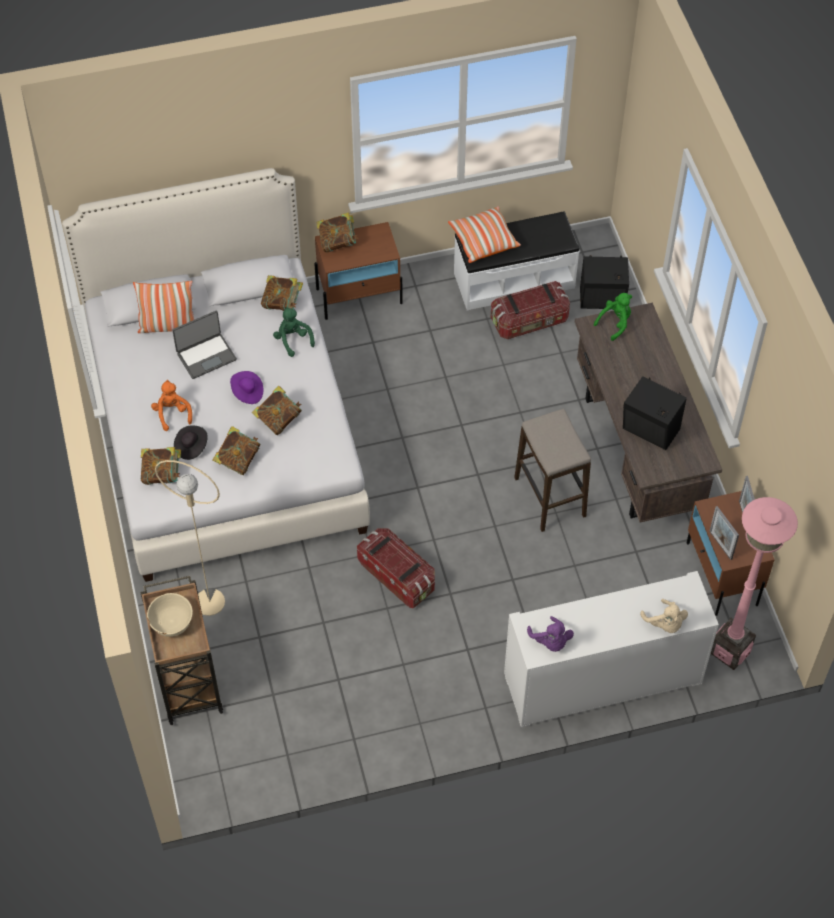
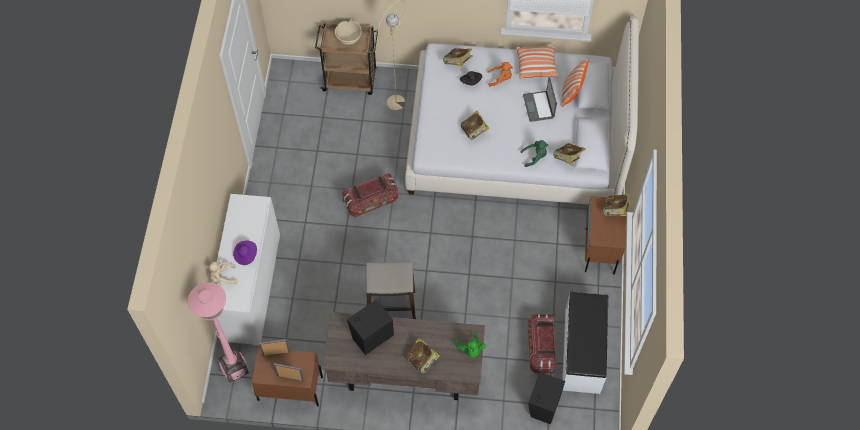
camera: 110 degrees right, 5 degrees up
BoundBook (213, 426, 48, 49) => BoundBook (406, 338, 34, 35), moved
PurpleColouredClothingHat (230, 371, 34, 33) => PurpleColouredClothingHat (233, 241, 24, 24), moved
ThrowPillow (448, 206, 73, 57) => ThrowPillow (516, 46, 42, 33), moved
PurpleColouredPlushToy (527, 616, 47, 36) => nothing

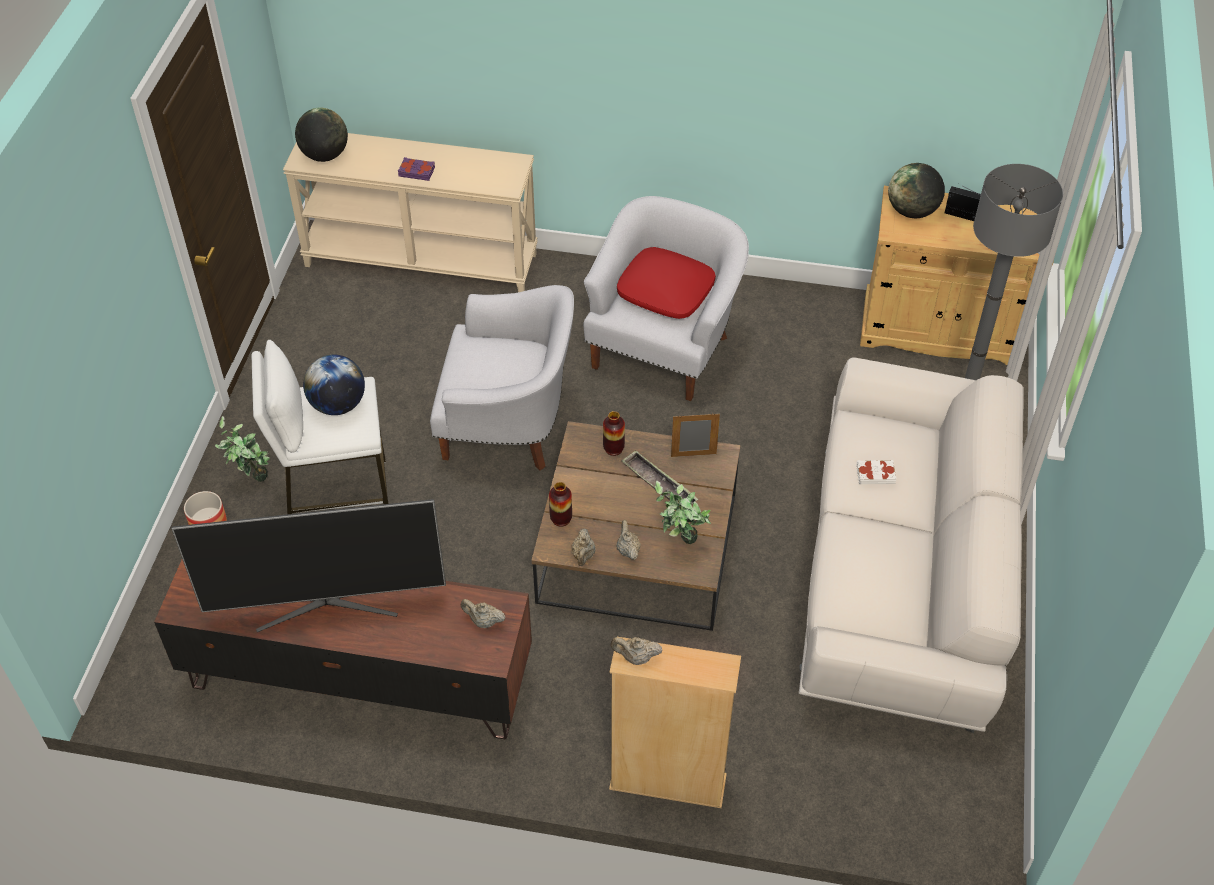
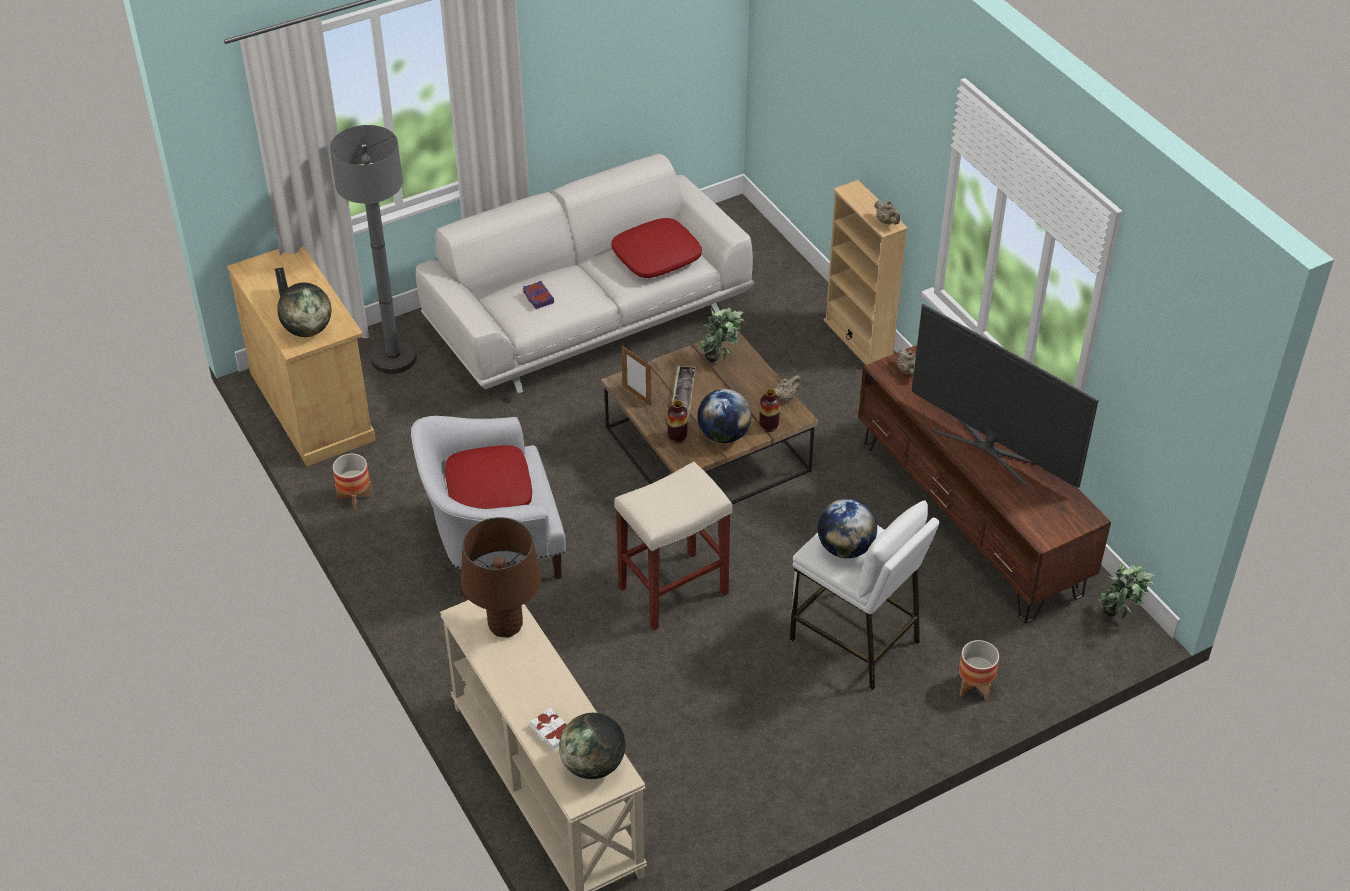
camera: 130 degrees left, 5 degrees down
PottedPlant (215, 416, 55, 66) => PottedPlant (1098, 562, 57, 57), moved
PurpleColouredBoundBook (398, 157, 37, 24) => PurpleColouredBoundBook (523, 281, 31, 28), moved
WhiteArmchair (430, 285, 144, 186) => BeigeColouredStoolSeat (614, 462, 118, 168)
BeigeColouredTeaPot (616, 520, 25, 40) => nothing
WhiteBoundBook (856, 460, 40, 24) => WhiteBoundBook (530, 708, 37, 42), moved
nothing => FlowerPot (333, 454, 40, 57)
nothing => BrownishTableLamp (461, 517, 80, 121)
nothing => RedColouredThrowPillow (611, 218, 91, 60)
nothing => WorldGlobe (697, 389, 54, 54)

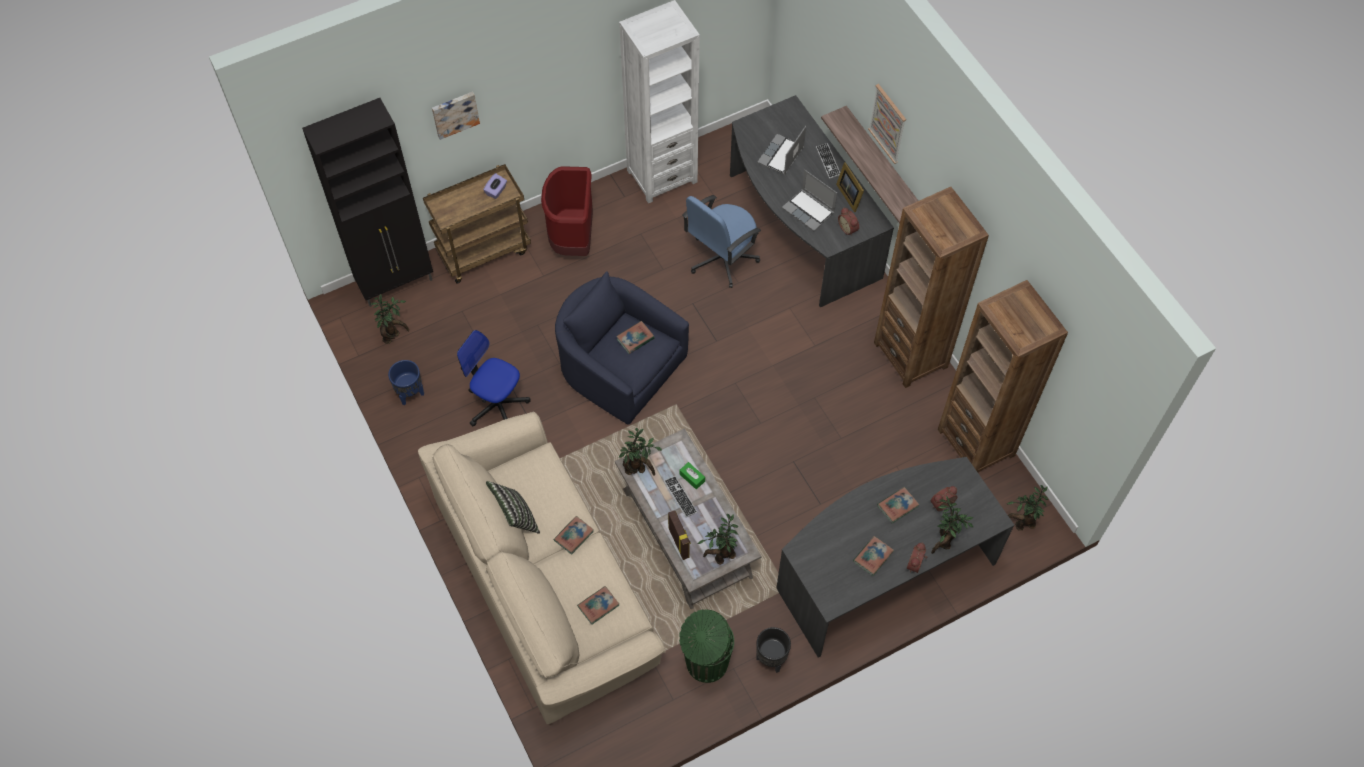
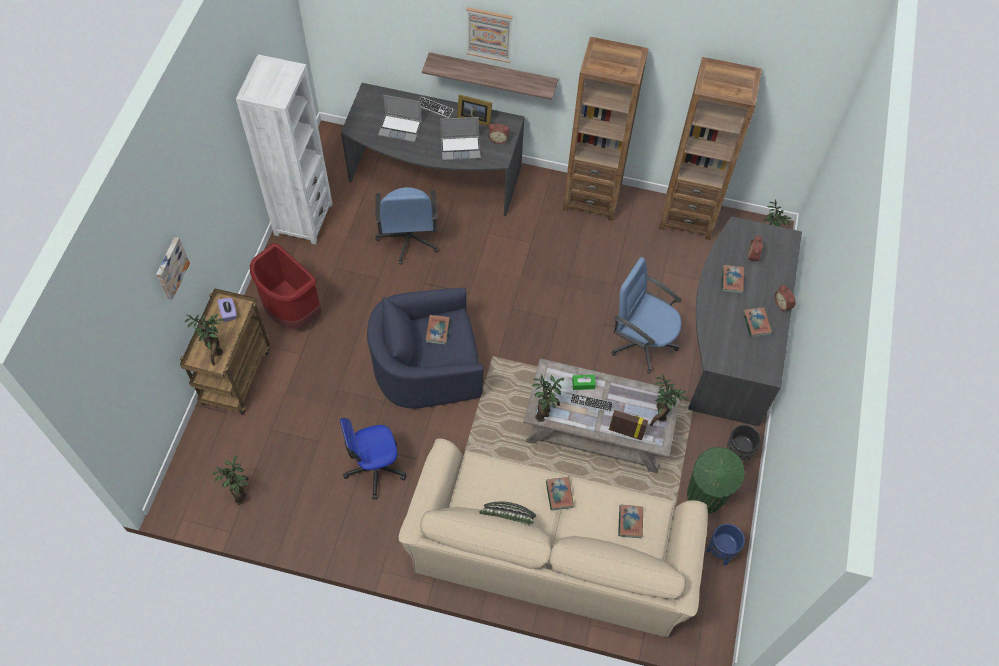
camera: 50 degrees left, 0 degrees up
BlackStorageCabinet (302, 98, 131, 209) => nothing
BluishFlowerPot (388, 360, 36, 45) => BluishFlowerPot (706, 524, 39, 42), moved
Laptop (757, 126, 49, 49) => Laptop (378, 95, 44, 48), 60 degrees counterclockwise
PottedPlant (931, 496, 43, 58) => PottedPlant (184, 314, 40, 52), moved
nothing => BluishDeskChair (612, 257, 70, 117)

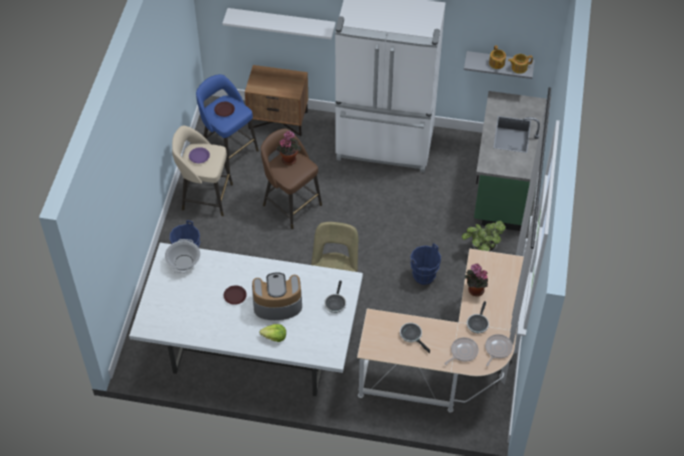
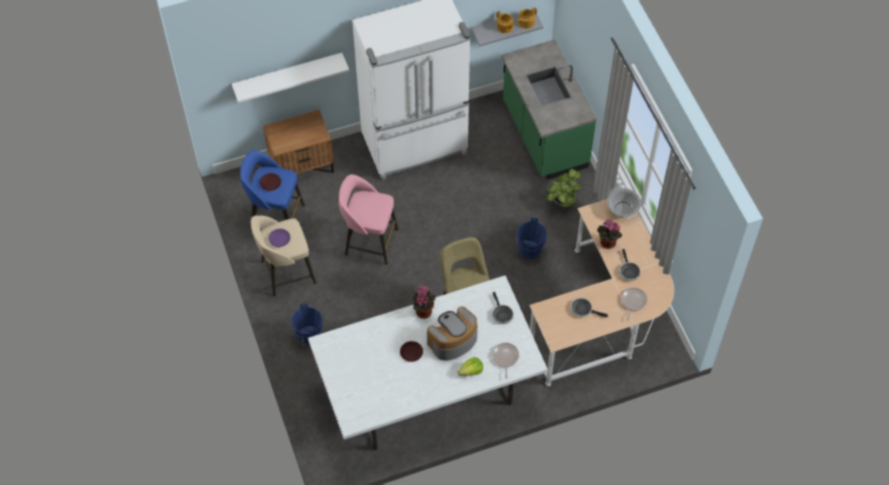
camera: 30 degrees left, 5 degrees up
Saucepot (165, 239, 35, 34) => Saucepot (607, 187, 34, 33), moved
BrownishStoolSeat (261, 128, 61, 101) => PinkStoolSeat (339, 174, 59, 91)
PottedPlant (276, 131, 25, 34) => PottedPlant (412, 285, 24, 34), moved
Skillet (485, 334, 28, 32) => Skillet (492, 343, 27, 36), moved

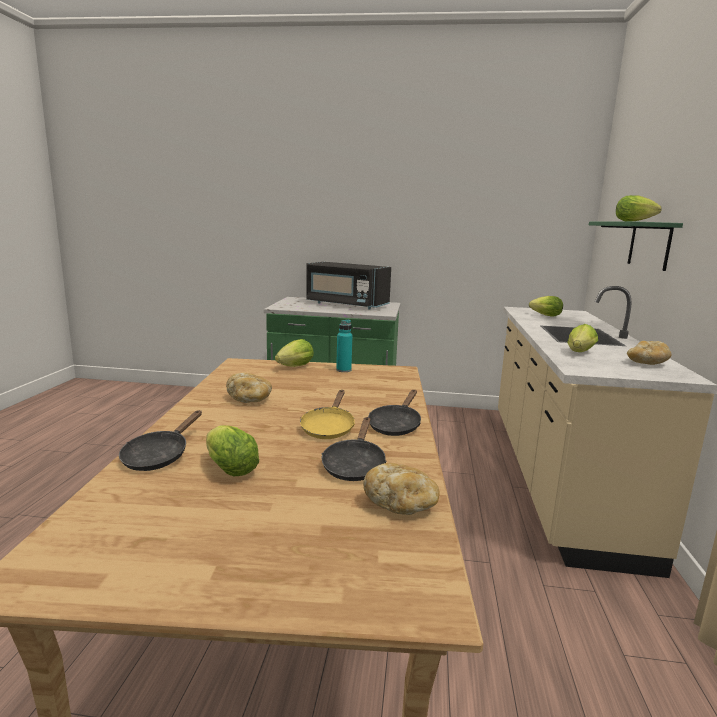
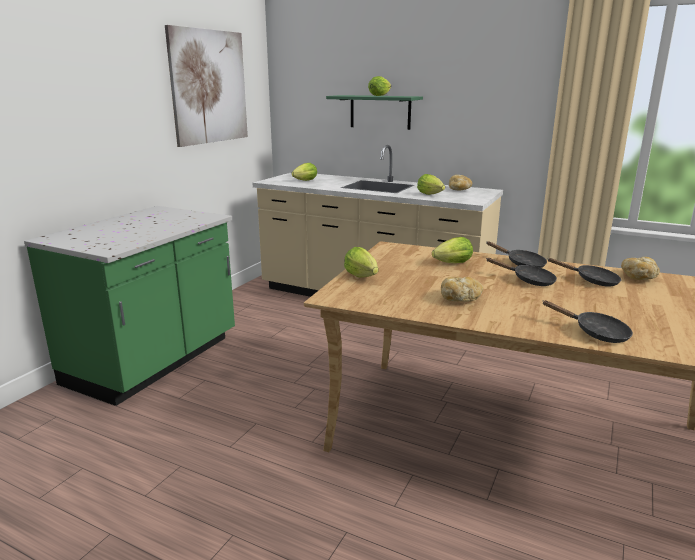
camera: 70 degrees left, 5 degrees up
Lettuce (206, 425, 53, 51) => Lettuce (432, 237, 41, 26), moved
YellowSkillet (300, 390, 55, 49) => BlackSkillet (487, 258, 70, 28)
BlackMicrowaveOven (306, 262, 85, 48) => nothing
BlueGreenDrinkBottle (336, 319, 16, 53) => nothing
nothing => WallPicture (165, 25, 83, 122)

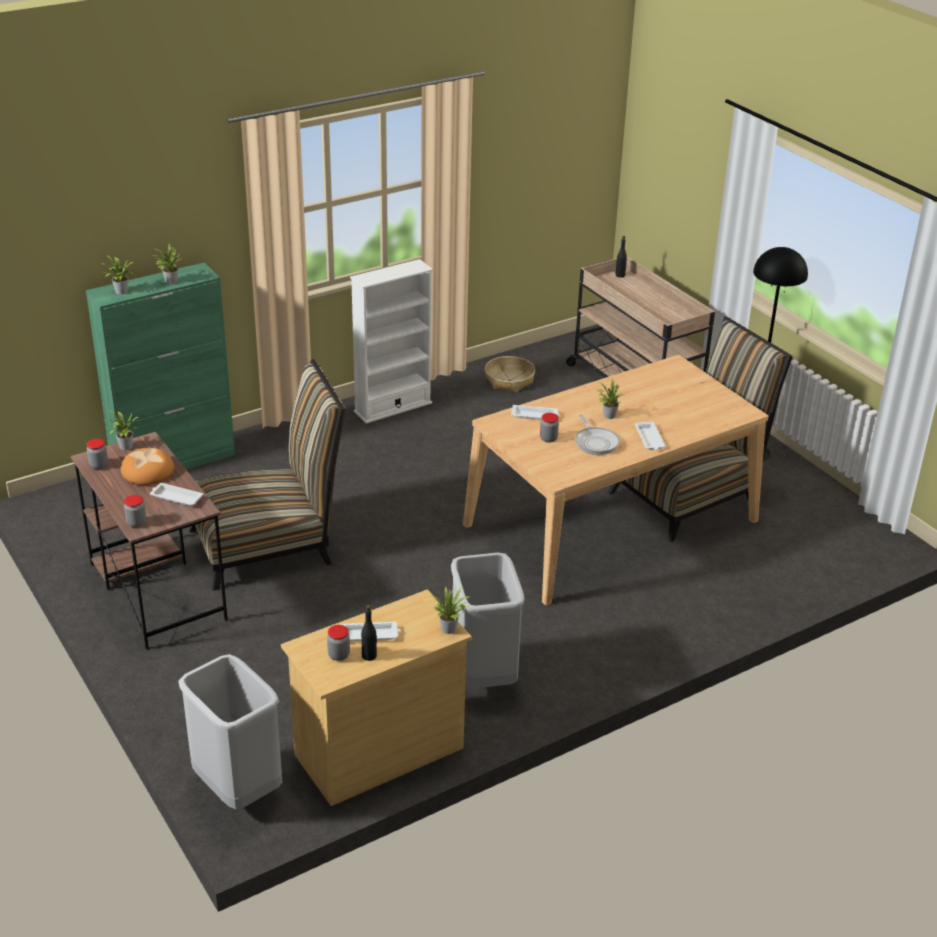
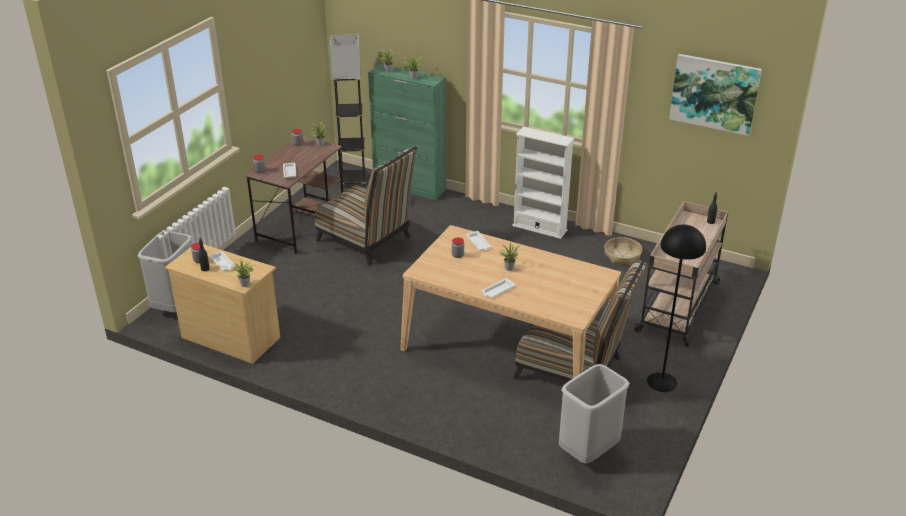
camera: 60 degrees right, 0 degrees up
BakeryBread (121, 448, 53, 37) => nothing
GreyishRubbishBin (451, 553, 74, 136) => GreyishRubbishBin (559, 364, 71, 100), moved
Skillet (575, 414, 45, 41) => nothing
nothing => GreyishStandardLamp (330, 35, 36, 152)
nothing => WallPicture (669, 54, 93, 82)

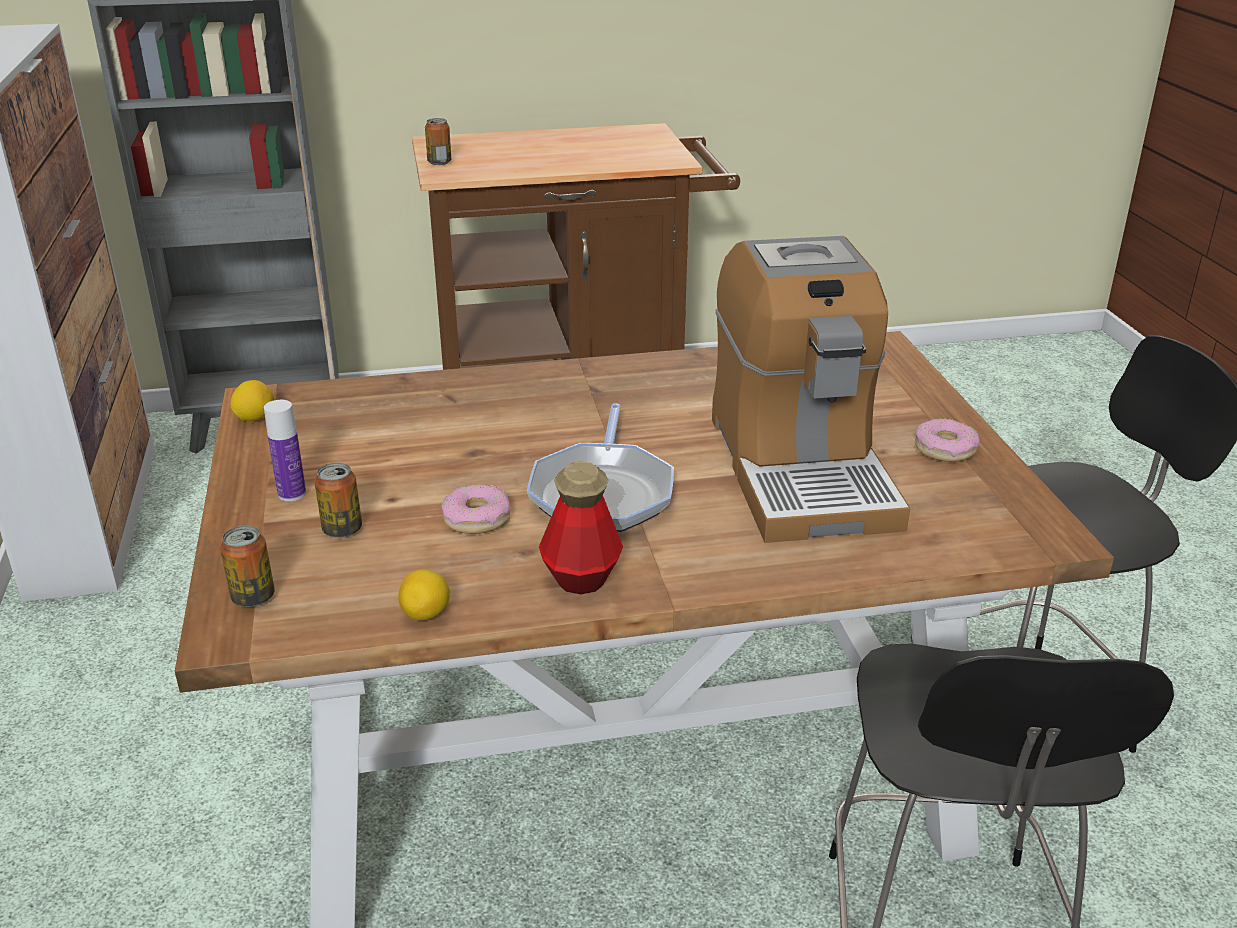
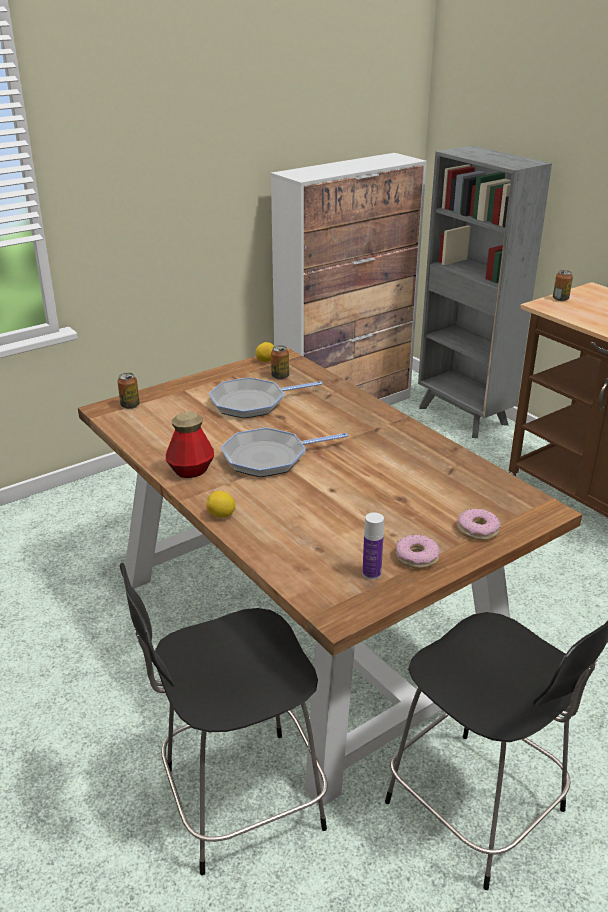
camera: 65 degrees right, 0 degrees up
DrinkBottle (264, 400, 42, 101) => DrinkBottle (362, 512, 22, 68), moved
SealedCan (315, 462, 47, 76) => SealedCan (271, 345, 18, 35), moved
WholeLemon (398, 570, 52, 50) => WholeLemon (206, 491, 30, 27), moved
Donut (441, 484, 69, 50) => Donut (457, 509, 44, 31), moved
CoffeeMaker (712, 236, 198, 307) => nothing
nothing => Skillet (209, 377, 113, 41)

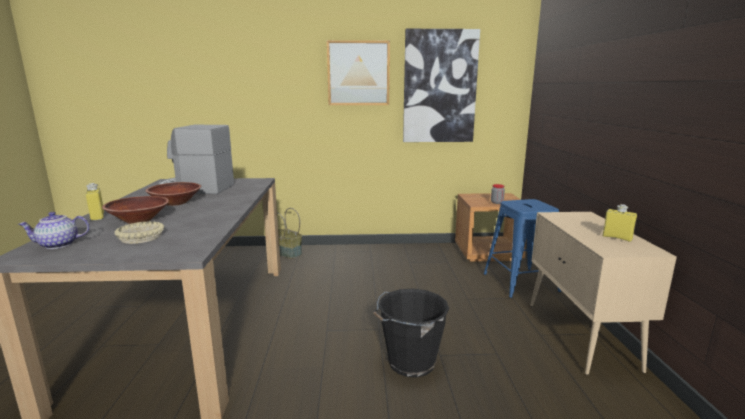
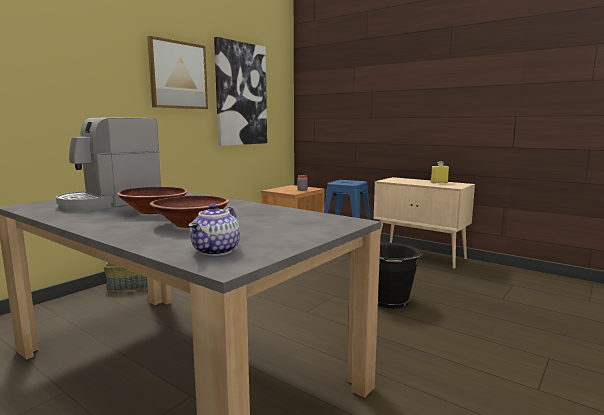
camera: 50 degrees left, 5 degrees down
YellowDrinkBottle (86, 183, 18, 37) => nothing
BeigeColouredServingBowl (114, 221, 50, 23) => nothing

